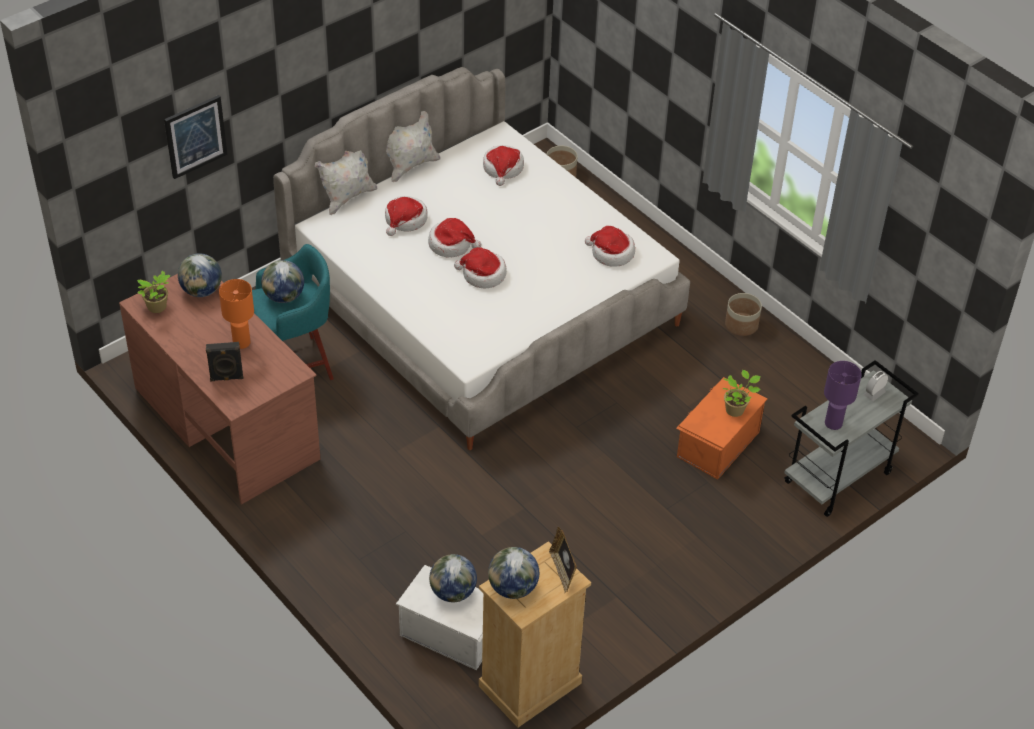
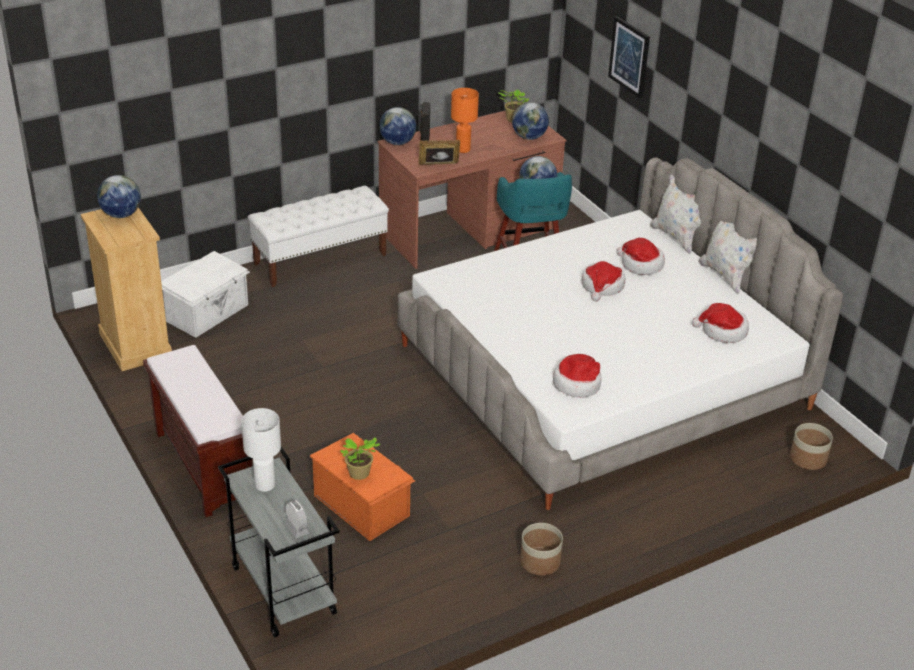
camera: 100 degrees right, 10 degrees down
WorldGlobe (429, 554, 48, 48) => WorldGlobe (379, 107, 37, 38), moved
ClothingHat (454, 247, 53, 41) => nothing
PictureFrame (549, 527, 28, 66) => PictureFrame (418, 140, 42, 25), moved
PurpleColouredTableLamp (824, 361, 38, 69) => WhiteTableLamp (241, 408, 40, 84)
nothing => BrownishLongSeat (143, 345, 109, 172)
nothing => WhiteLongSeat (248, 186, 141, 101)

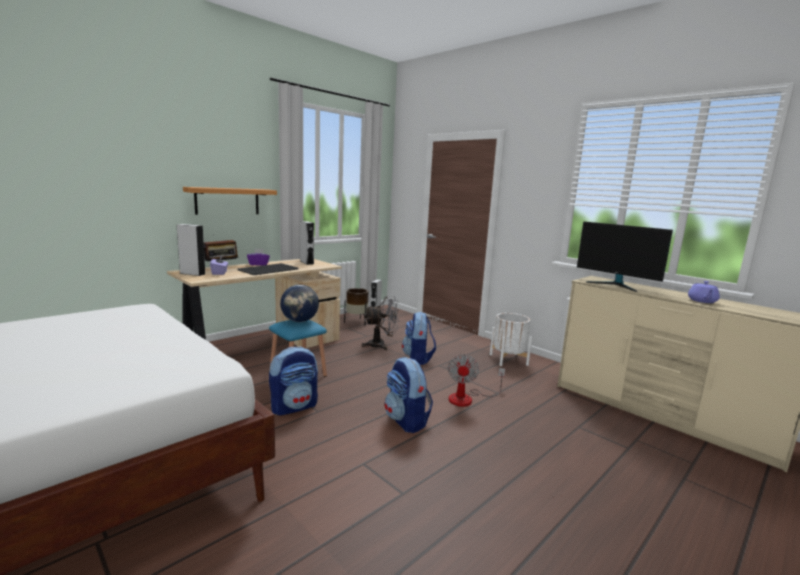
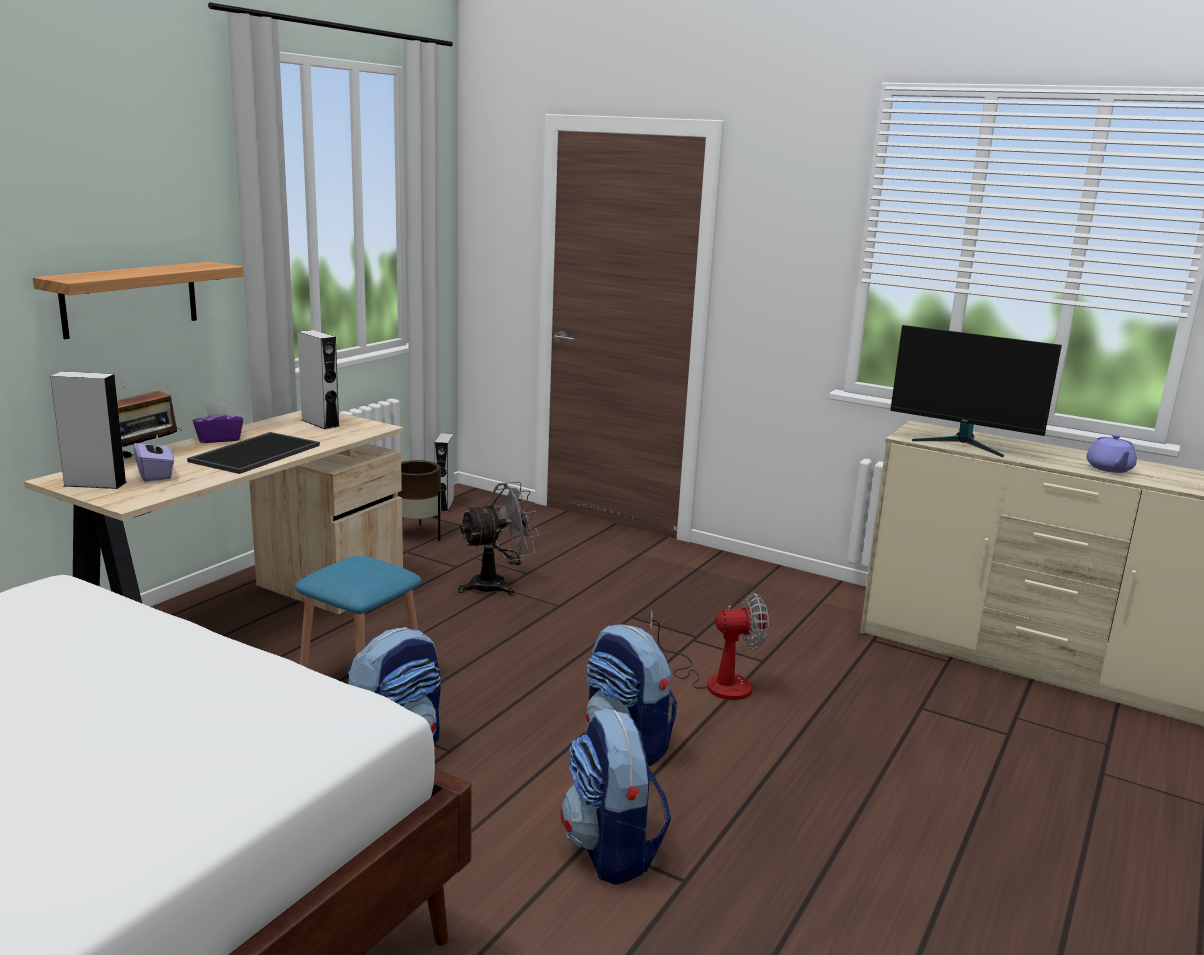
camera: 15 degrees left, 5 degrees up
WorldGlobe (280, 285, 39, 37) => nothing
Backpack (402, 312, 34, 53) => Backpack (561, 707, 110, 178), moved
CoolingFan (448, 354, 57, 53) => CoolingFan (650, 593, 119, 107), 90 degrees counterclockwise
WhiteFlowerPot (490, 313, 42, 53) => nothing

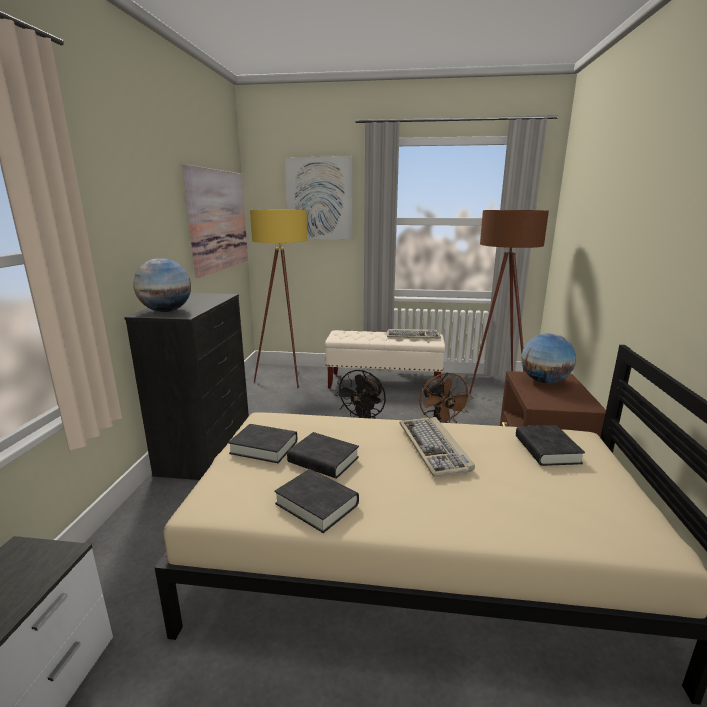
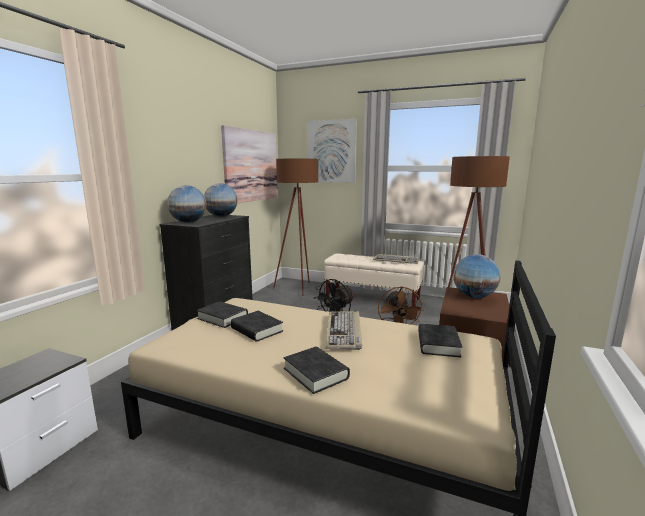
camera: 15 degrees right, 5 degrees down
YellowStandardLamp (250, 209, 58, 179) => BrownishStandardLamp (273, 159, 45, 137)
BlackBoundBook (274, 469, 85, 64) => BlackBoundBook (284, 347, 66, 47), moved
nothing => WorldGlobe (204, 183, 34, 34)

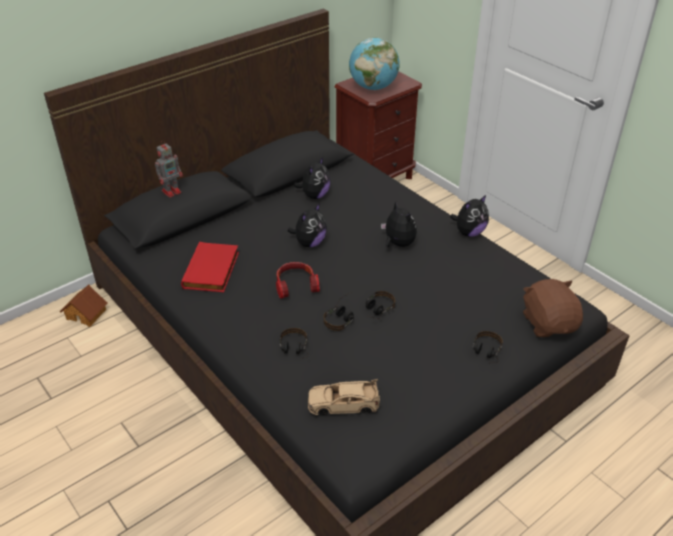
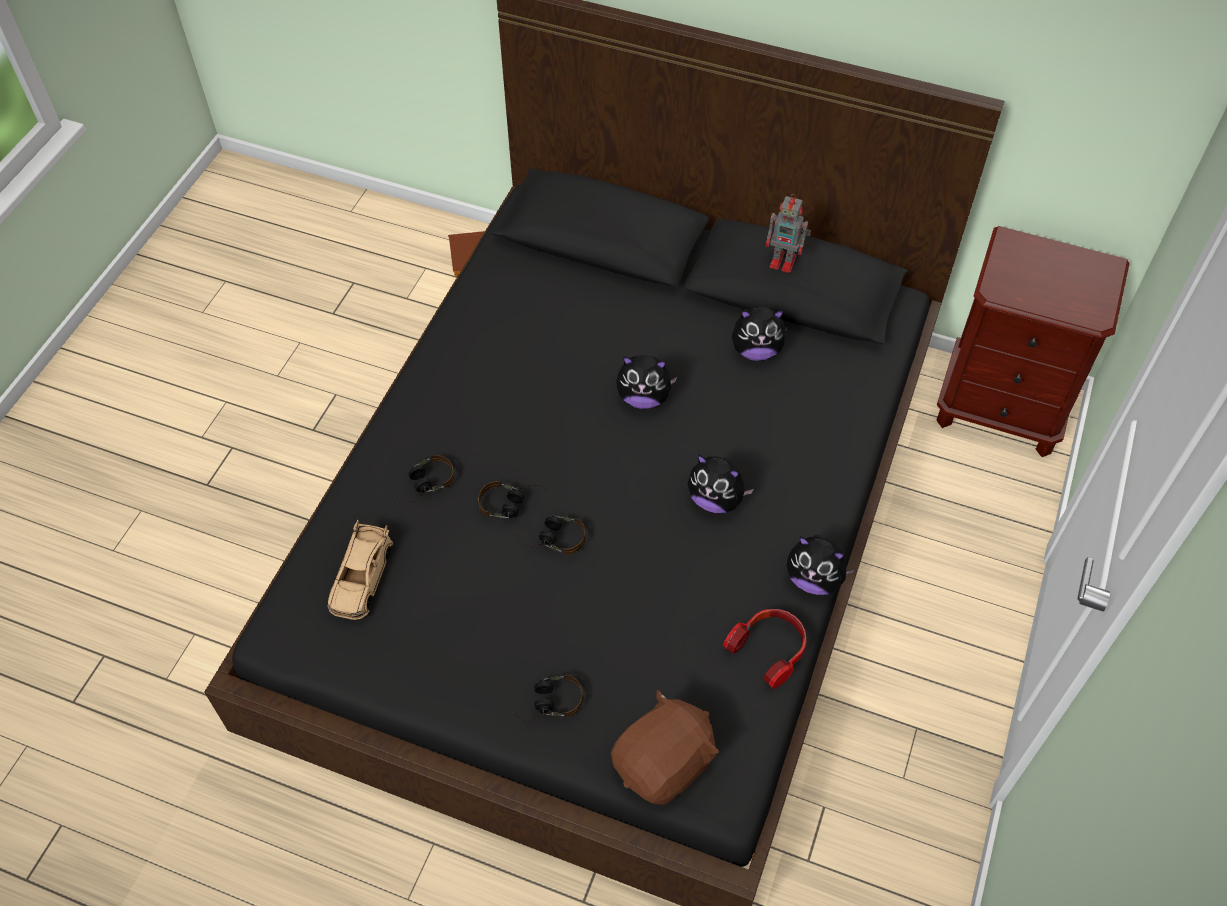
camera: 60 degrees right, 15 degrees up
ToyRobot (155, 140, 28, 58) => ToyRobot (766, 194, 45, 79), moved
RedColouredBoundBook (181, 242, 58, 50) => nothing
Headset (276, 262, 44, 37) => Headset (723, 609, 84, 80), moved
BeigeColouredModelCar (308, 379, 72, 36) => BeigeColouredModelCar (327, 520, 66, 100), 135 degrees counterclockwise
WorldGlobe (349, 38, 51, 52) => nothing
PlushToy (381, 201, 36, 46) => PlushToy (687, 454, 67, 59), 90 degrees clockwise

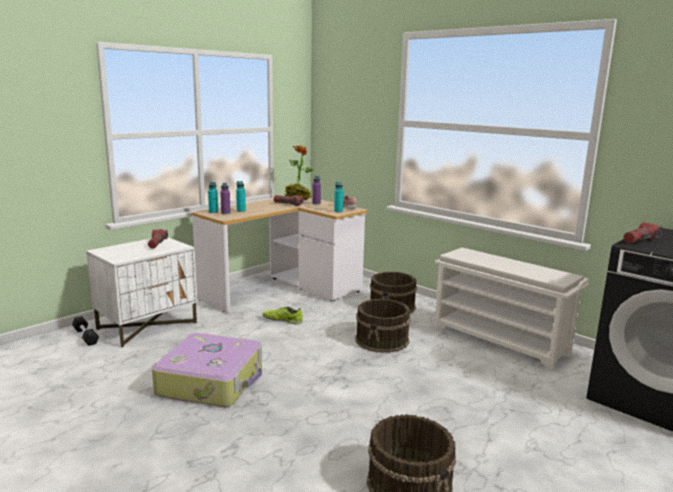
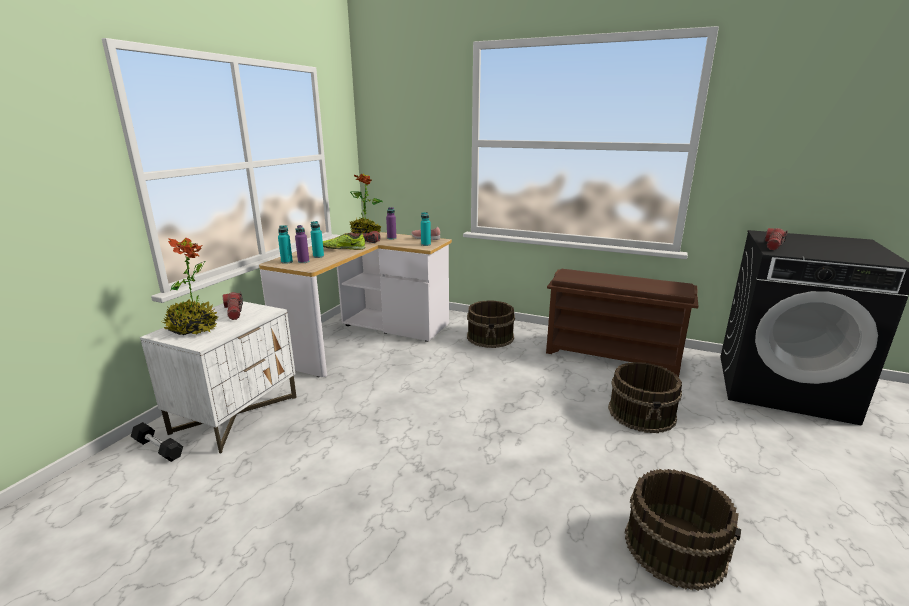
camera: 20 degrees left, 5 degrees up
PieceOfLuggage (152, 333, 110, 74) => nothing
ItemOfFootwear (263, 306, 40, 18) => ItemOfFootwear (323, 233, 42, 17), moved
BrownishPail (355, 299, 56, 54) => BrownishPail (608, 362, 74, 71), moved
WhiteShoeStand (434, 247, 155, 124) => BrownishShoeStand (546, 269, 153, 108)
nothing => PottedPlant (160, 238, 59, 97)

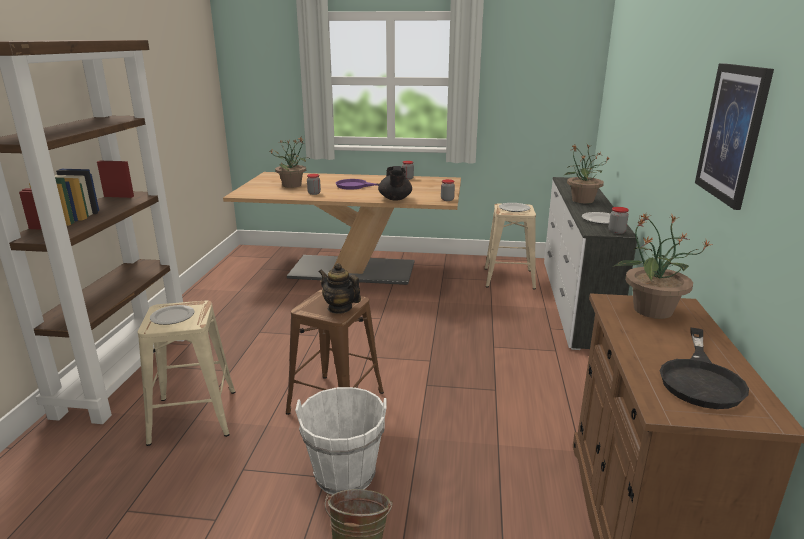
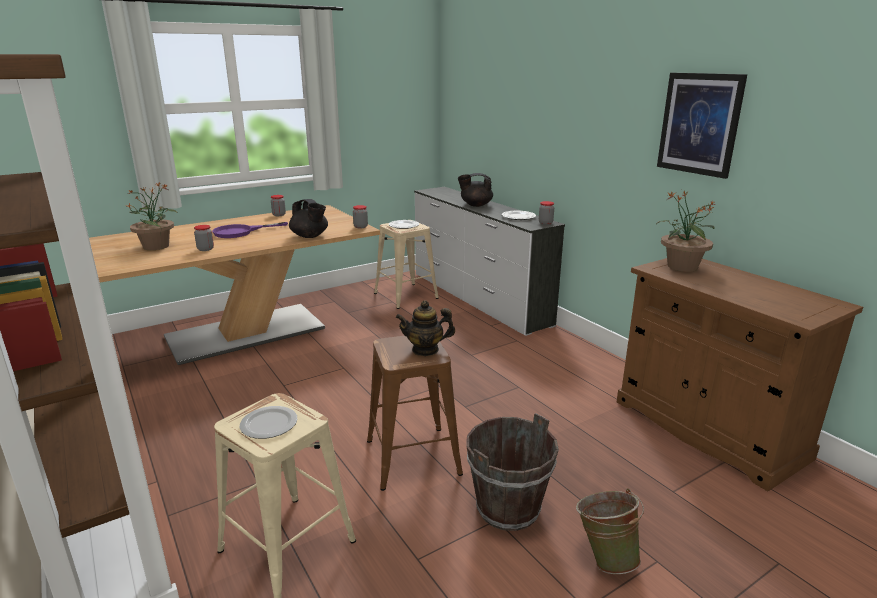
camera: 40 degrees left, 0 degrees up
WhitePail (295, 387, 91, 108) => BrownishPail (467, 413, 92, 118)
PottedPlant (563, 144, 47, 59) => BlackTeaPot (458, 173, 35, 34)
BlackSkillet (660, 328, 89, 81) => nothing

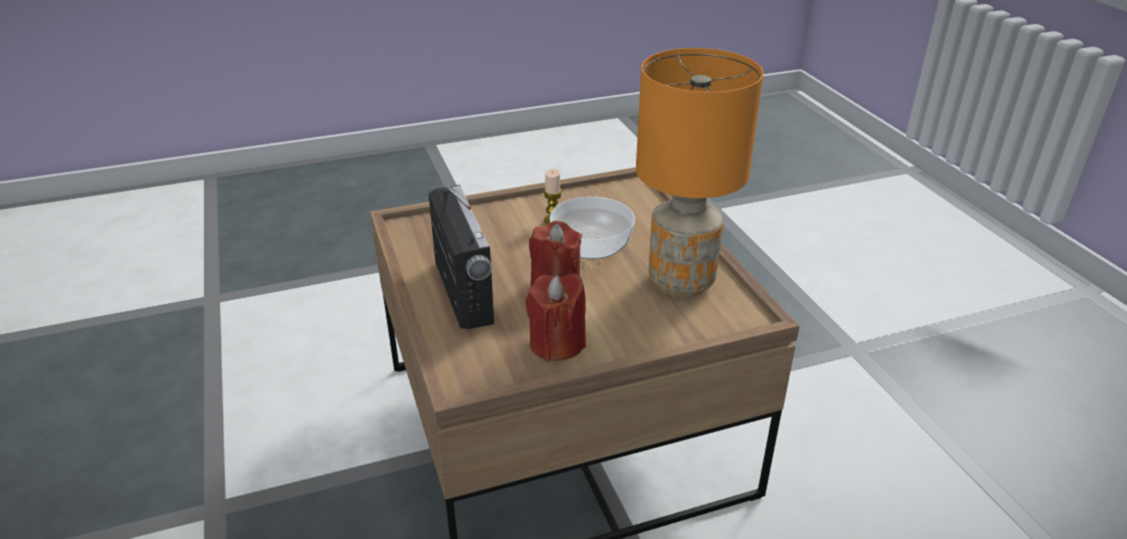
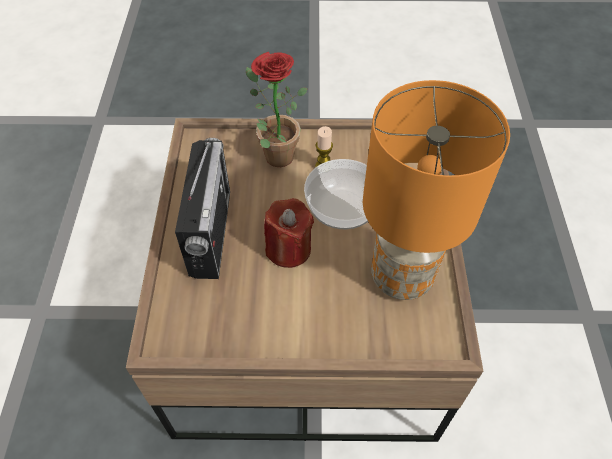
camera: 20 degrees right, 20 degrees up
RedColouredCandle (526, 273, 60, 89) => nothing
nothing => PottedPlant (246, 52, 62, 115)

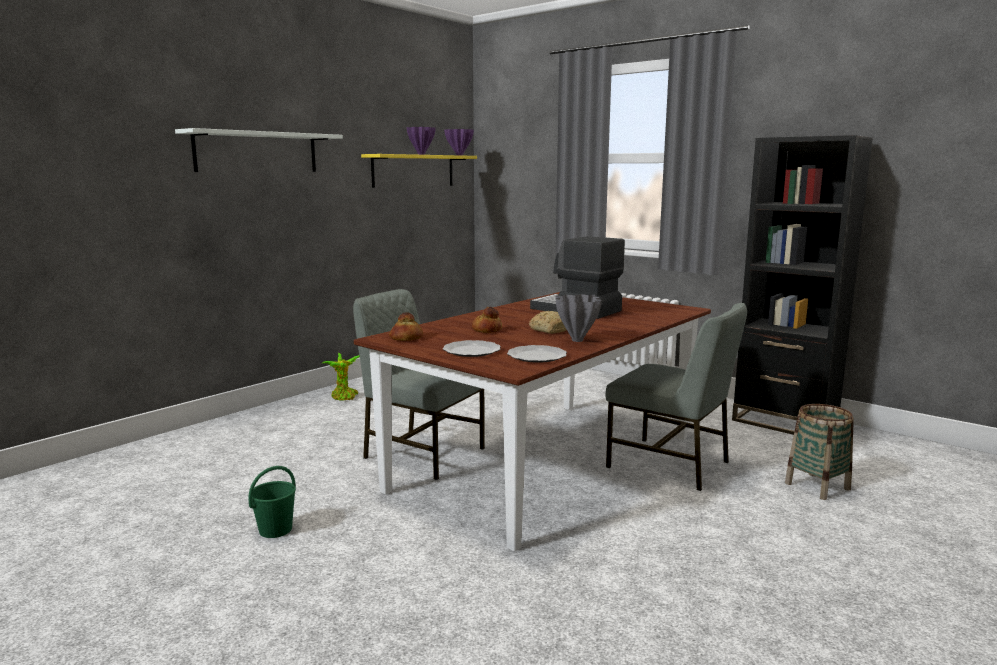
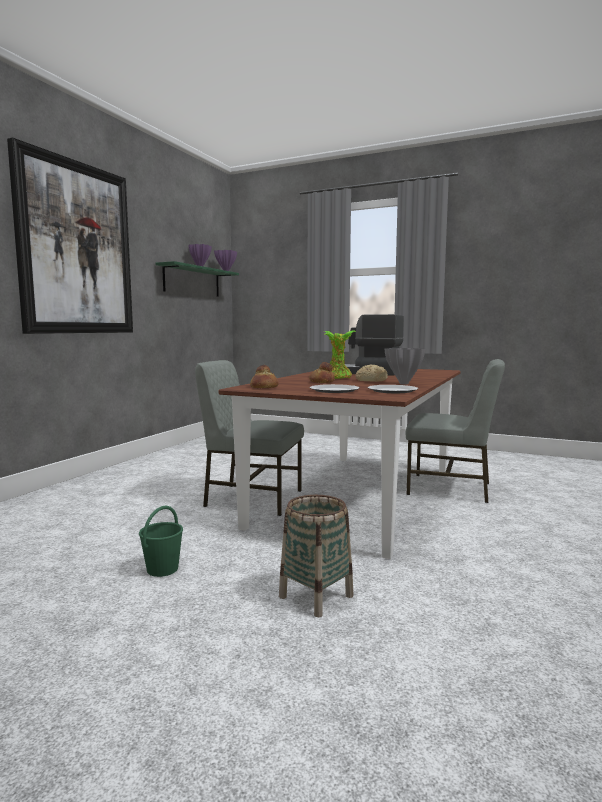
camera: 15 degrees left, 5 degrees down
WhiteWallShelf (175, 128, 168, 44) => WallPicture (7, 137, 126, 197)
PottedPlant (321, 353, 39, 48) => PottedPlant (324, 330, 32, 49), moved
YellowWallShelf (361, 154, 116, 34) => GreenColouredWallShelf (155, 261, 84, 36)
BlackBookshelf (732, 135, 141, 300) => nothing
HouseholdBasket (785, 404, 69, 96) => HouseholdBasket (279, 495, 75, 122), moved

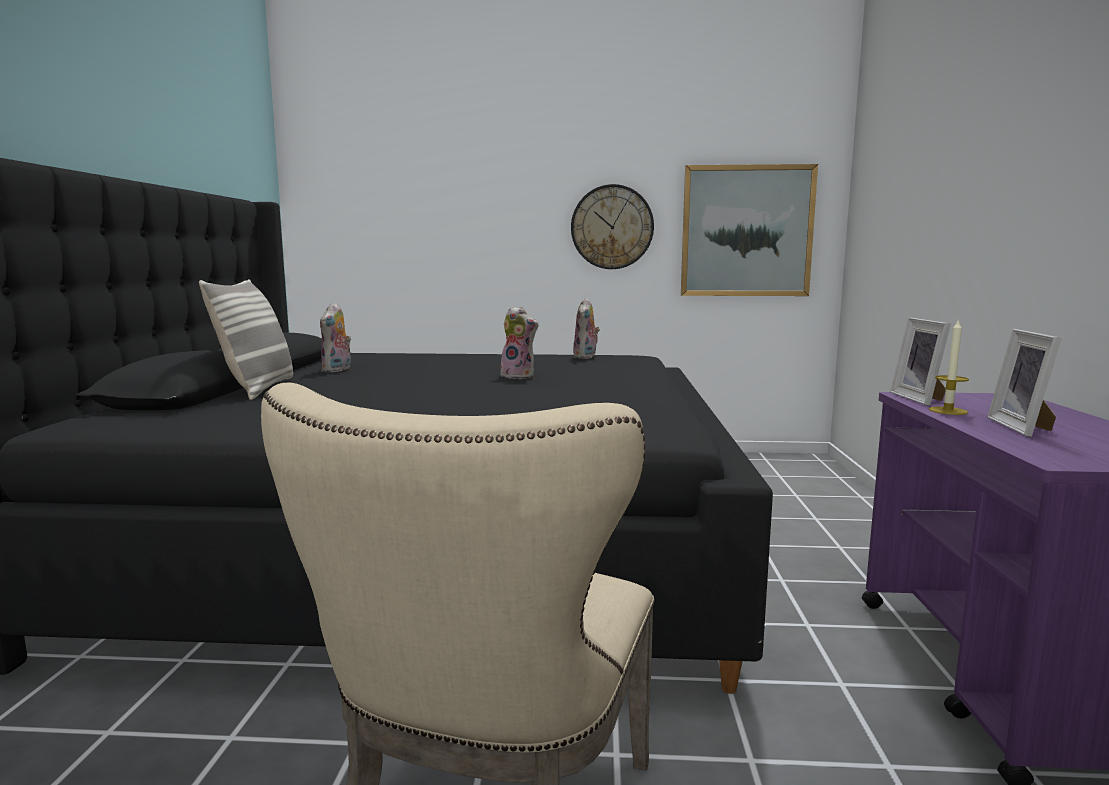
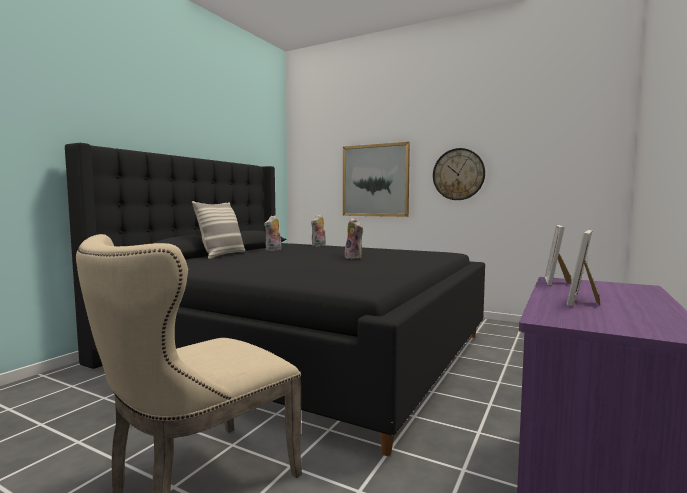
camera: 25 degrees right, 5 degrees down
PlushToy (573, 298, 27, 61) => PlushToy (311, 214, 15, 33), moved
WallPicture (681, 164, 137, 132) => WallPicture (343, 142, 67, 75), moved
Candle (929, 318, 40, 97) => nothing

